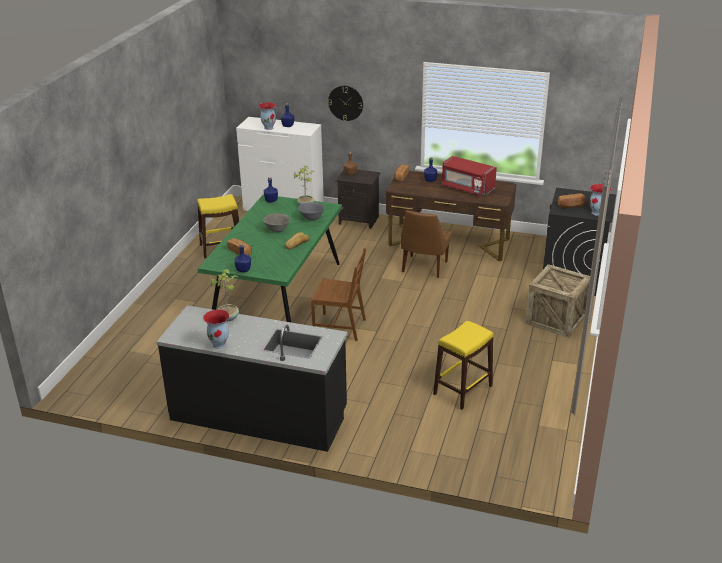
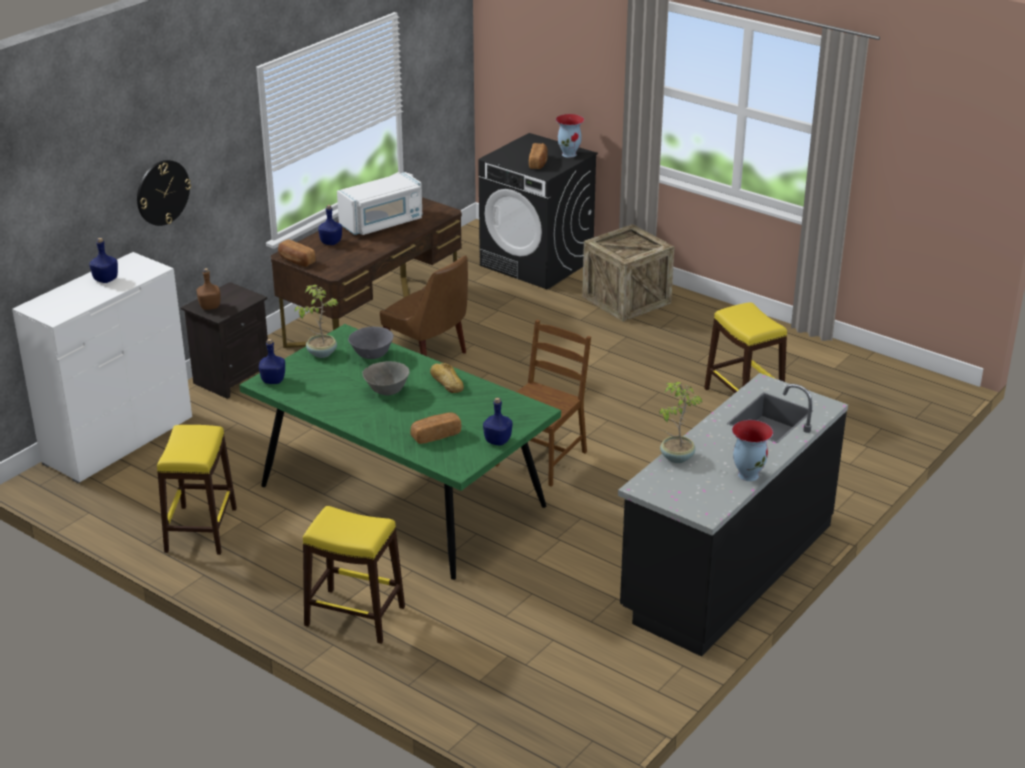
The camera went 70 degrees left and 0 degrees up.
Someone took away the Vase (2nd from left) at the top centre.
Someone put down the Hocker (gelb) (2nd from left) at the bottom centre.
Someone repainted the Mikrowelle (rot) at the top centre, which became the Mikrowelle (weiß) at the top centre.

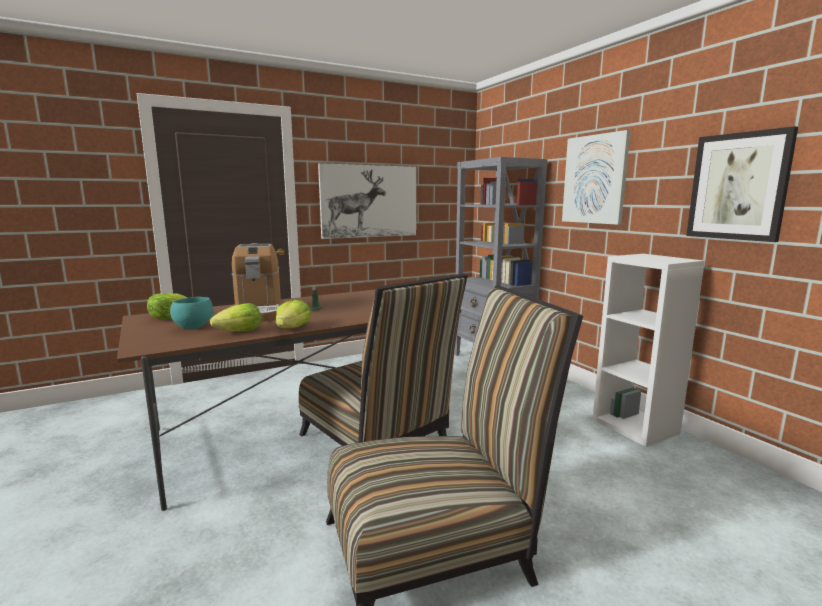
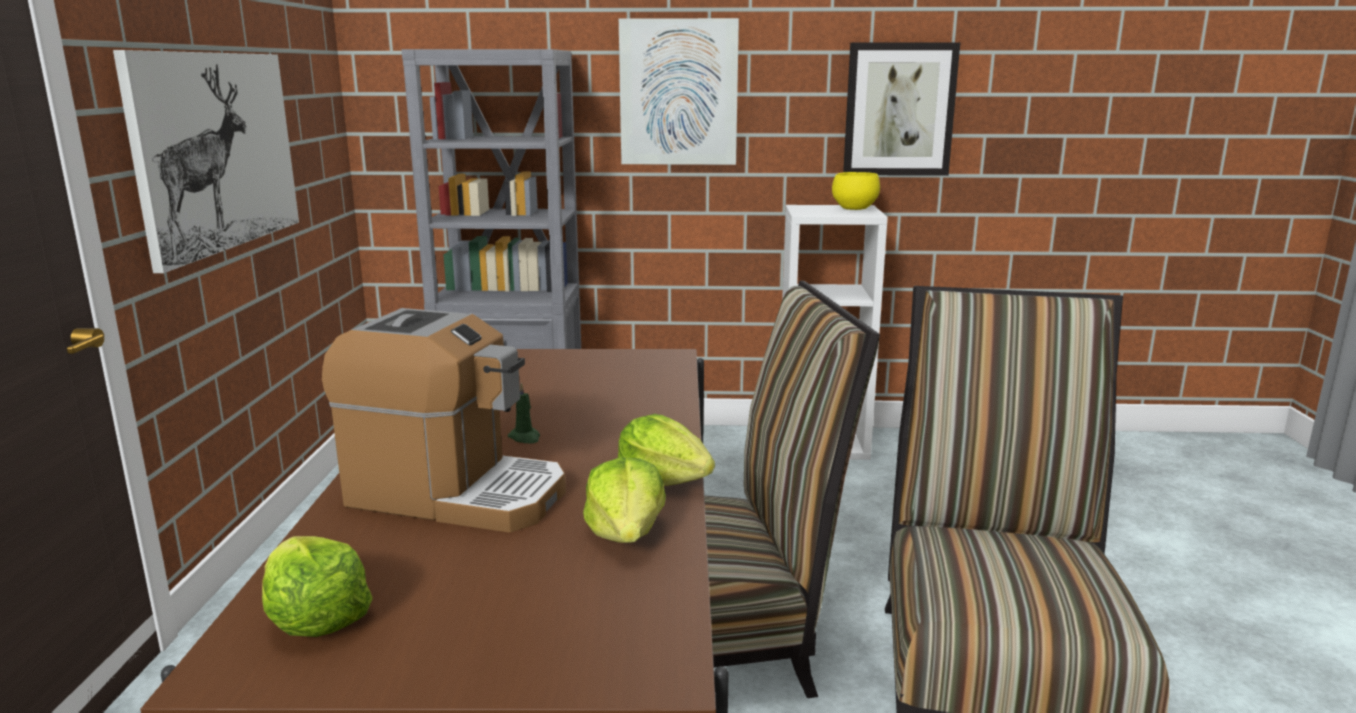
The camera went 60 degrees left and 5 degrees up.
Someone took away the Schüssel (türkis) at the middle left.
Someone put down the Schüssel (gelb) at the top centre.

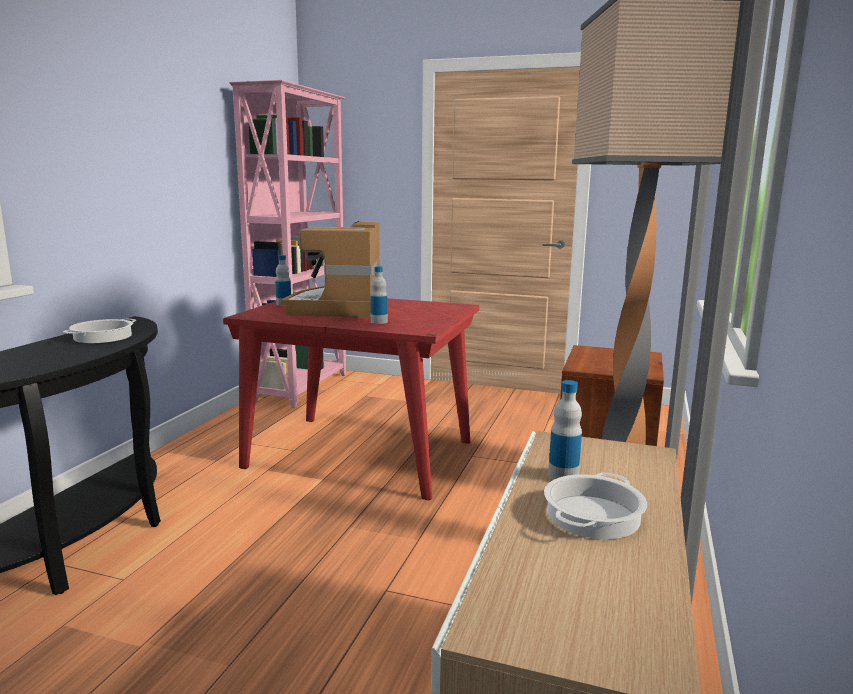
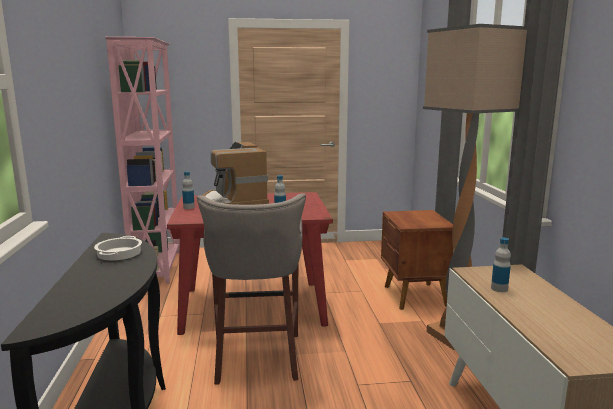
The camera went 25 degrees left and 0 degrees up.
Someone took away the Kochtopf (2nd from left) at the bottom right.
Someone put down the Hocker (grau) at the bottom centre.

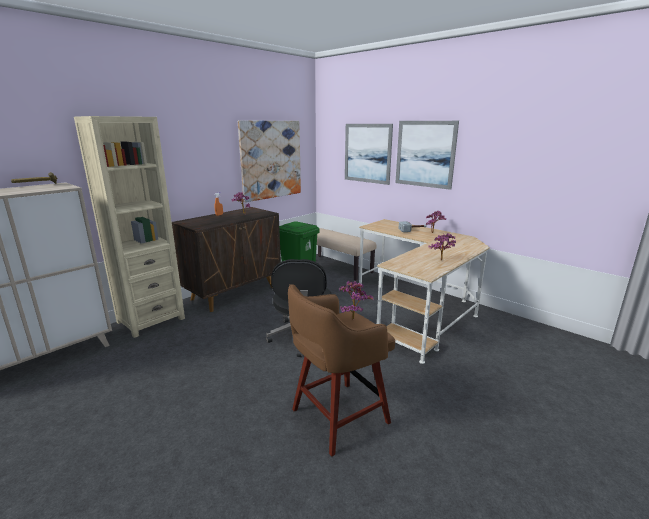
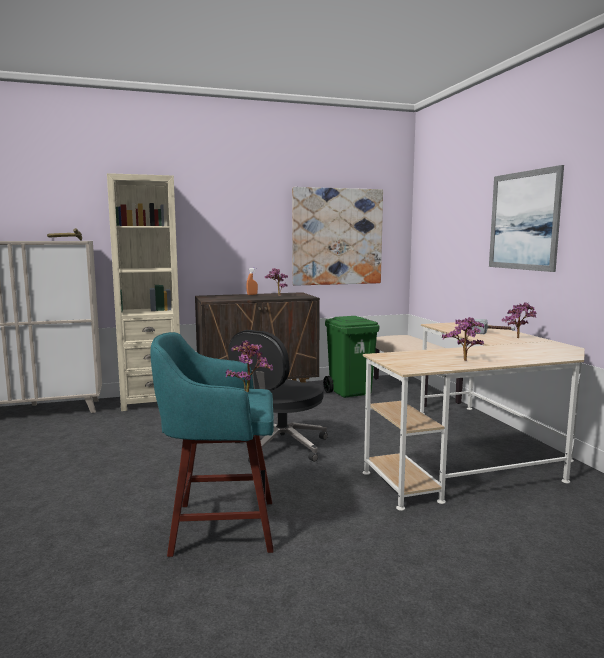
The camera went 30 degrees right and 10 degrees down.
Someone took away the Bild (2nd from left) at the top centre.
Someone repainted the Hocker (braun) at the bottom centre, which became the Hocker (türkis) at the bottom centre.

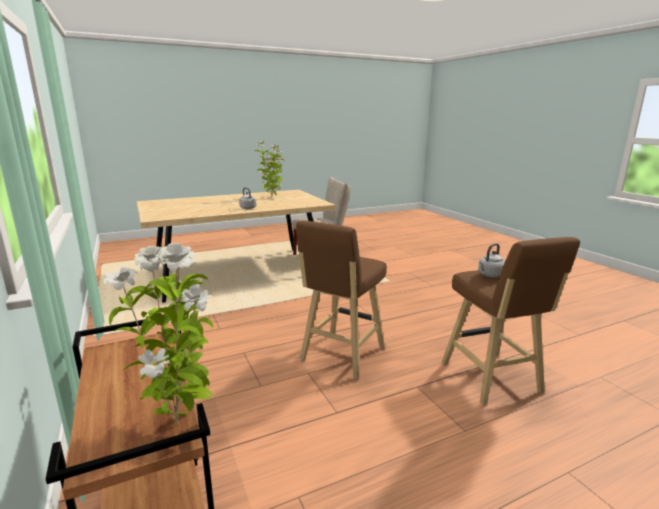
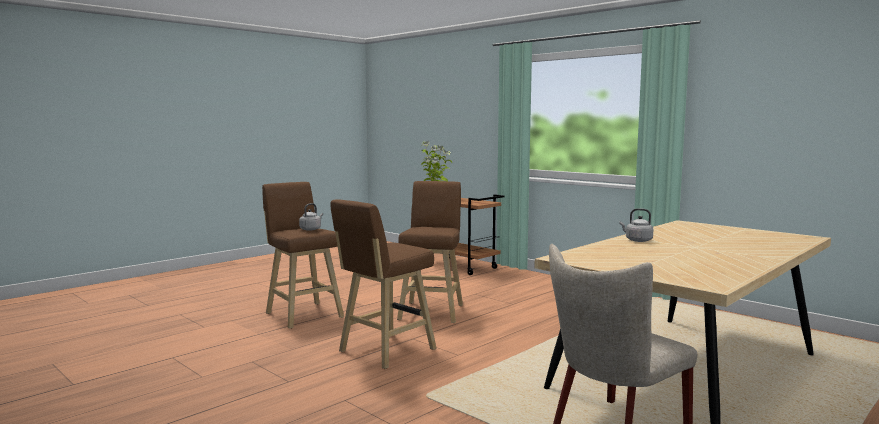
The camera went 160 degrees right and 10 degrees down.
Someone took away the Topfpflanze (2nd from left) at the top centre.
Someone put down the Hocker (braun) (2nd from left) at the bottom centre.

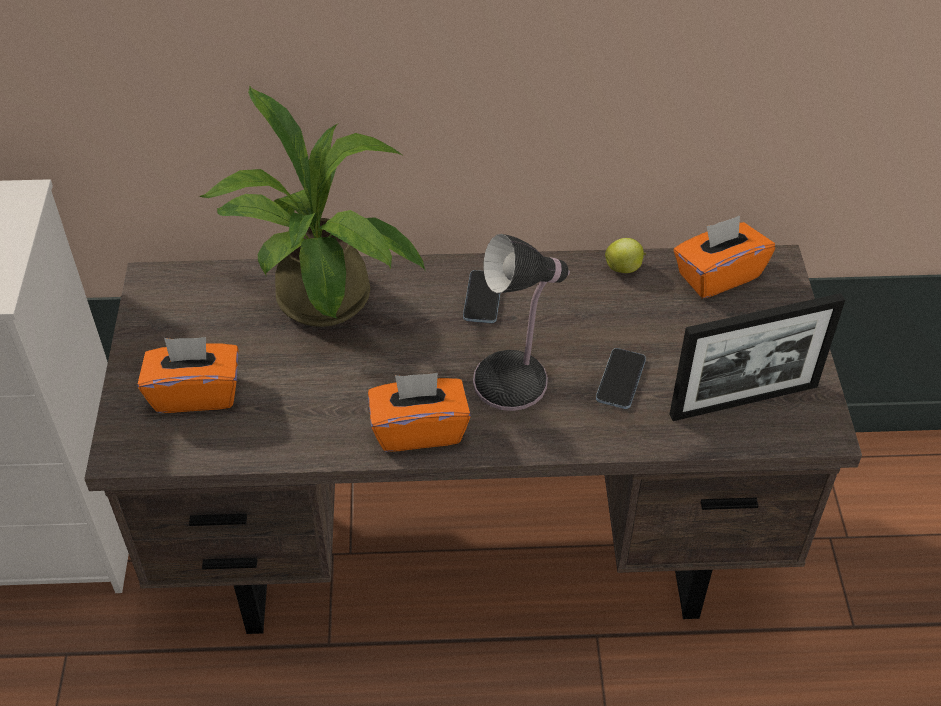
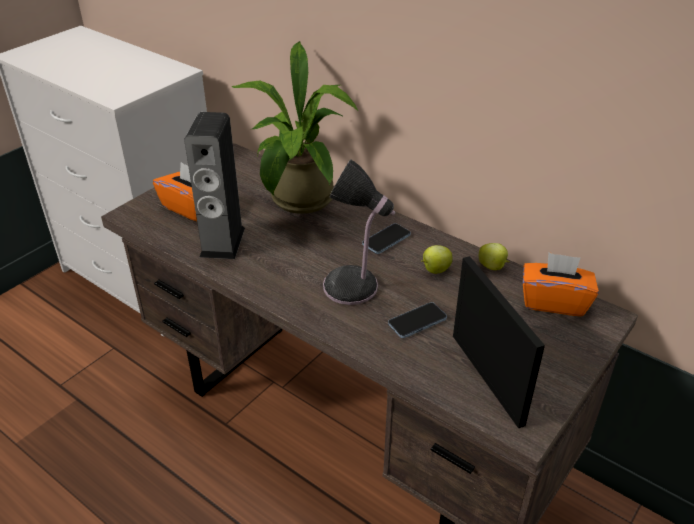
The camera went 40 degrees right and 10 degrees down.
Someone took away the Taschentuchbox (orange) (2nd from left) at the centre.
Someone put down the Lautsprecher at the middle left.
Someone put down the Apfel (1st from left) at the centre.
Someone rotated the Bilderrahmen at the middle right by 135 degrees counterclockwise.

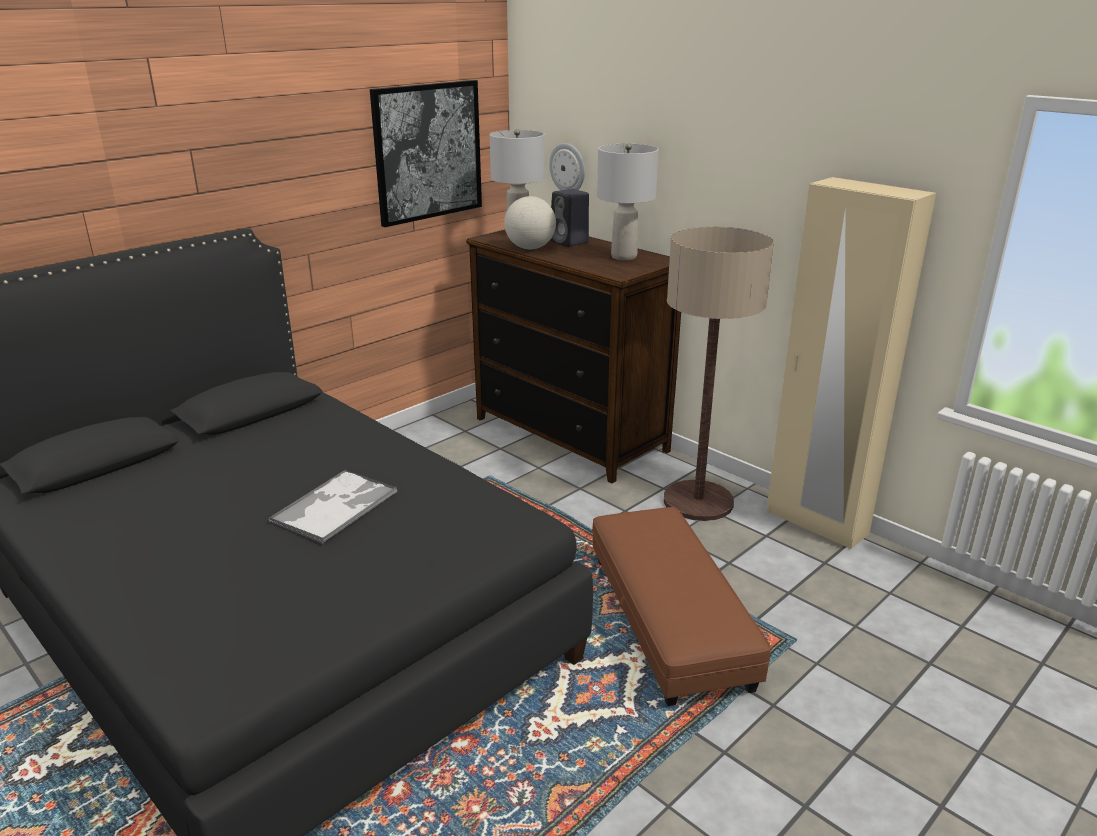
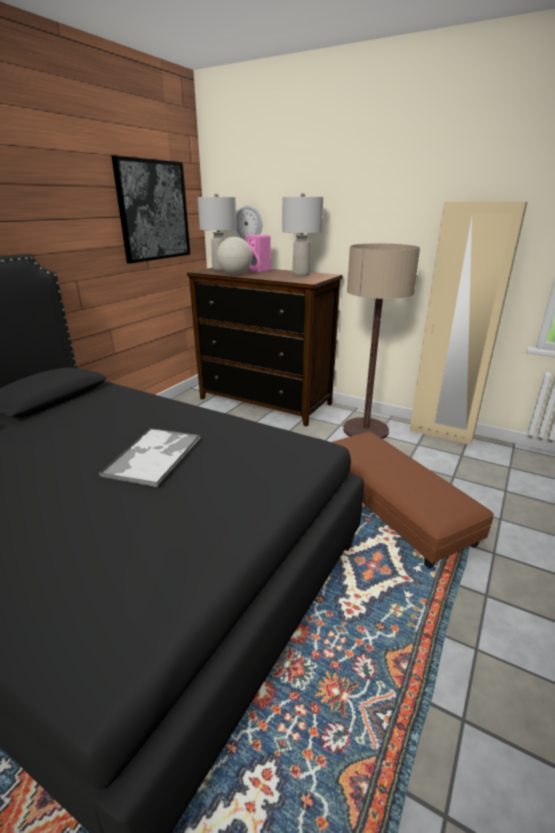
The camera went 15 degrees left and 0 degrees up.
Someone repainted the Lautsprecher (schwarz) at the top centre, which became the Lautsprecher (rosa) at the top centre.

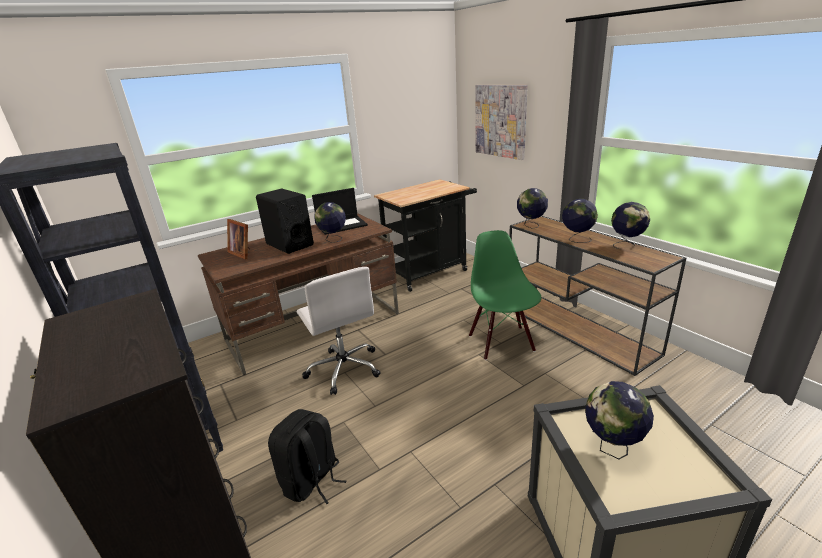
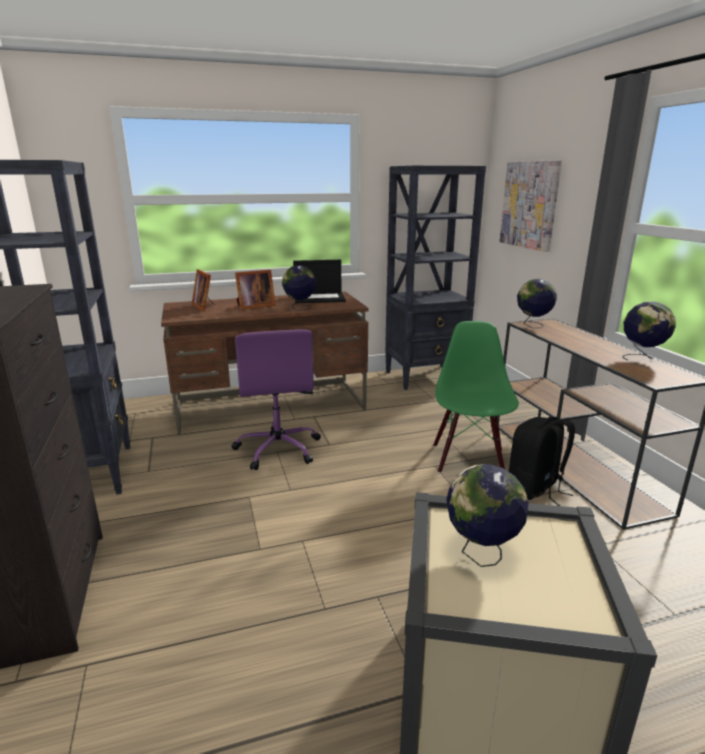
The camera went 15 degrees right and 5 degrees down.
Someone took away the Globus (3rd from left) at the middle right.
Someone carried the Rucksack (schwarz) from the bottom centre to the middle right.
Someone swapped the Lautsprecher (schwarz) at the centre for the Bilderrahmen (2nd from left) at the centre.
Someone swapped the Rollwagen (schwarz) at the centre for the Bücherregal (schwarz) (2nd from left) at the centre.
Someone repainted the Bürostuhl (weiß) at the centre, which became the Bürostuhl (lila) at the centre.

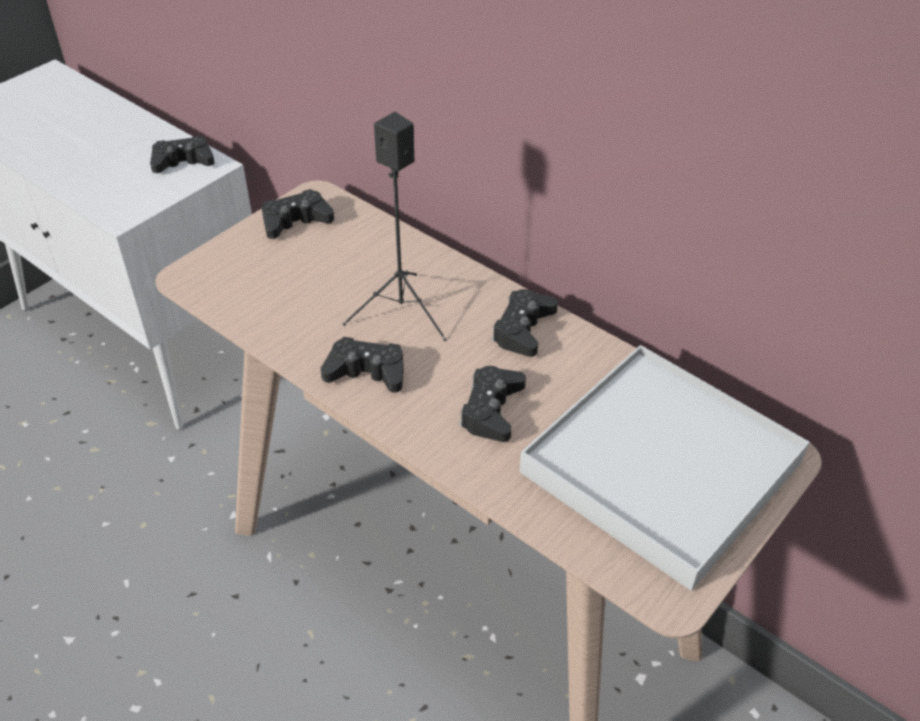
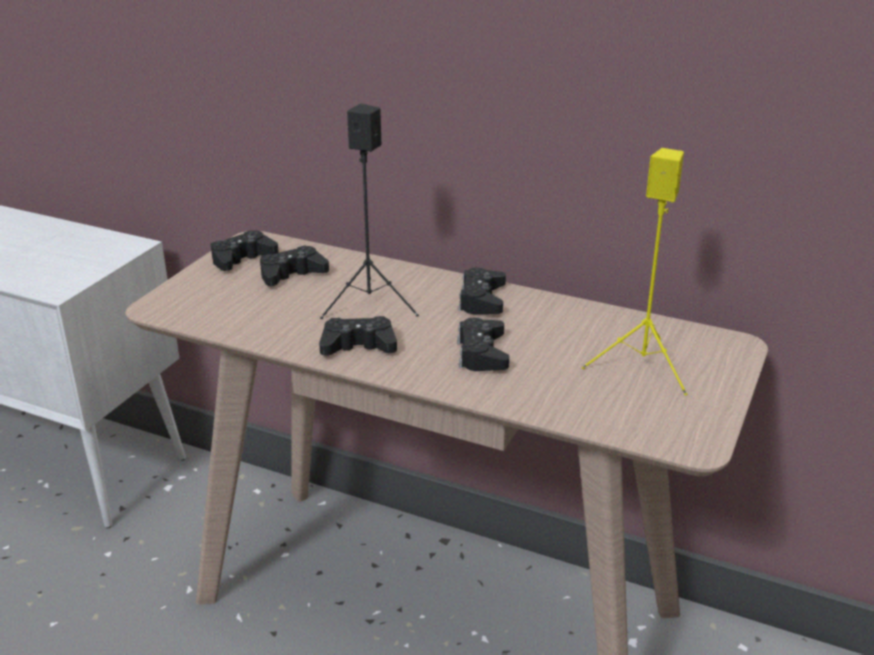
The camera went 15 degrees left and 15 degrees down.
Someone carried the Gamepad (schwarz) (1st from left in the first image) from the top left to the centre.
Someone swapped the Tablett (weiß) at the middle right for the Lautsprecher (gelb) at the middle right.

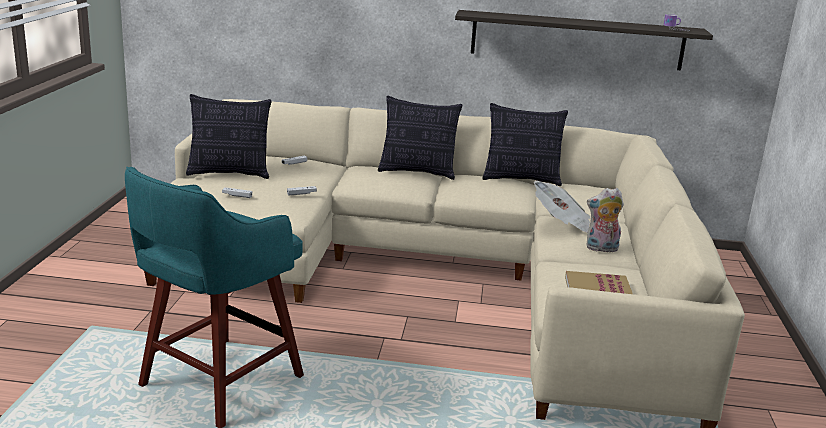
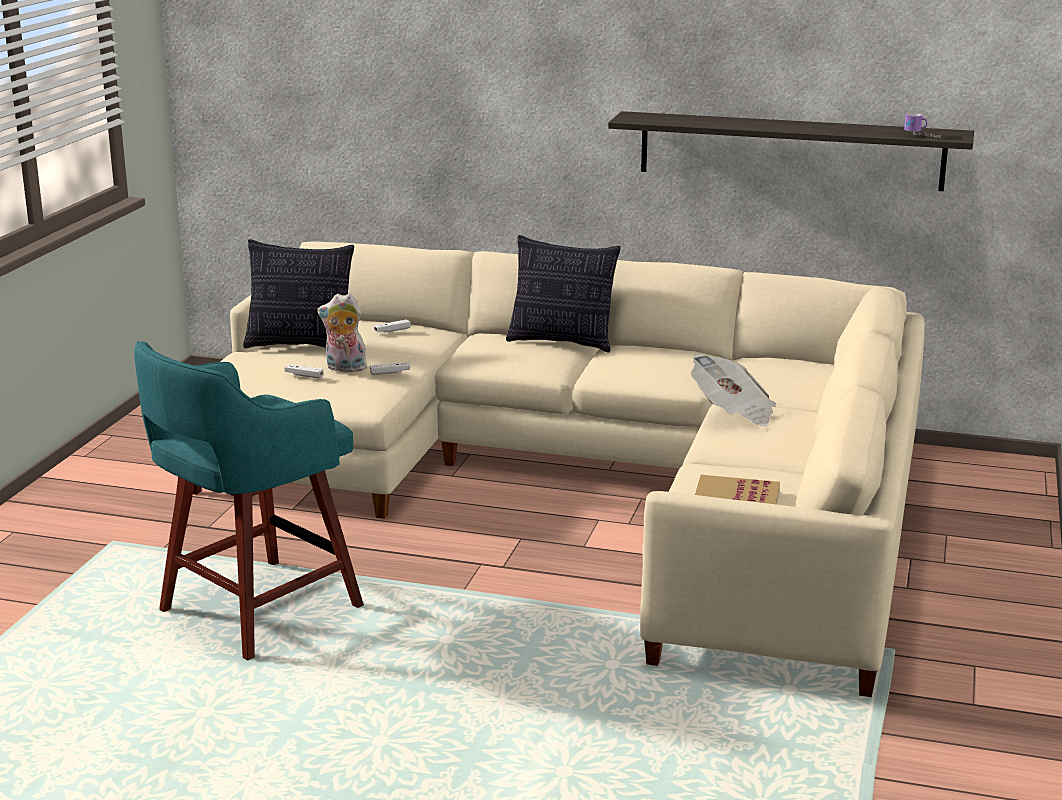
The camera went 10 degrees right and 0 degrees up.
Someone took away the Kissen (3rd from left) at the centre.
Someone carried the Plüschtier from the middle right to the middle left.

